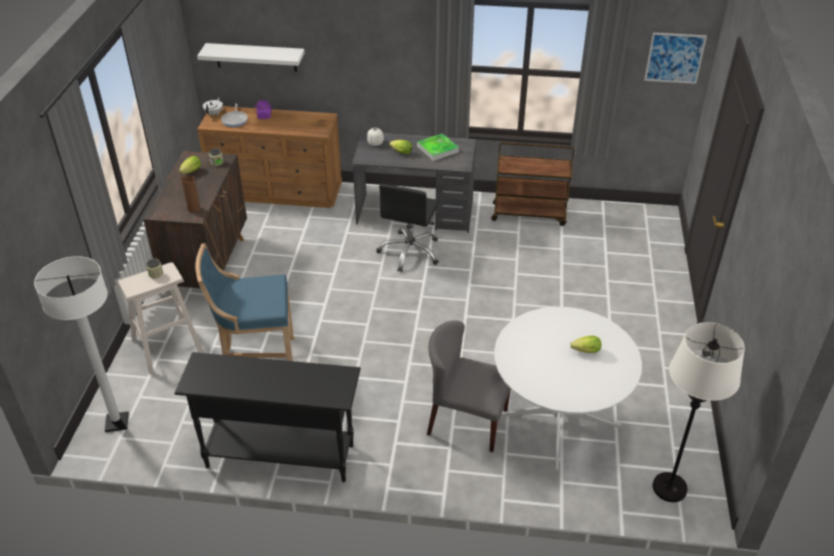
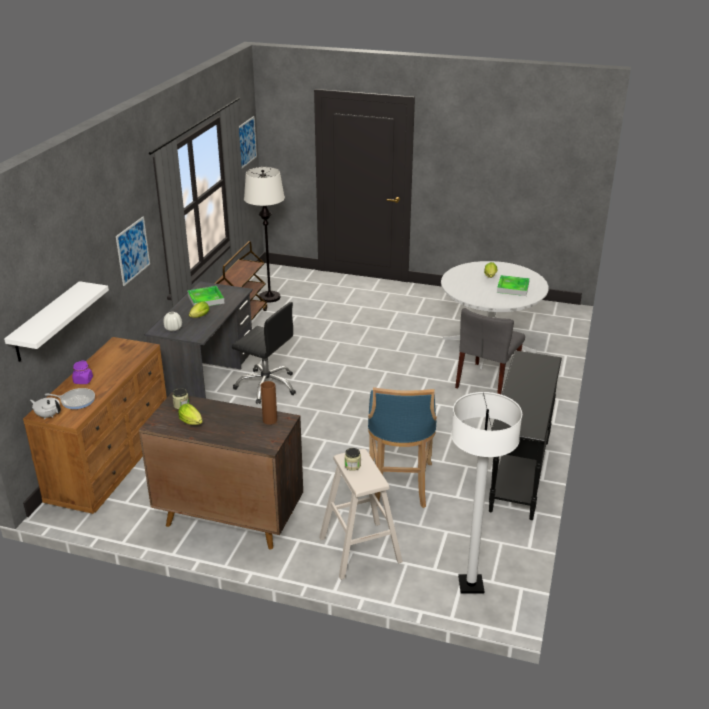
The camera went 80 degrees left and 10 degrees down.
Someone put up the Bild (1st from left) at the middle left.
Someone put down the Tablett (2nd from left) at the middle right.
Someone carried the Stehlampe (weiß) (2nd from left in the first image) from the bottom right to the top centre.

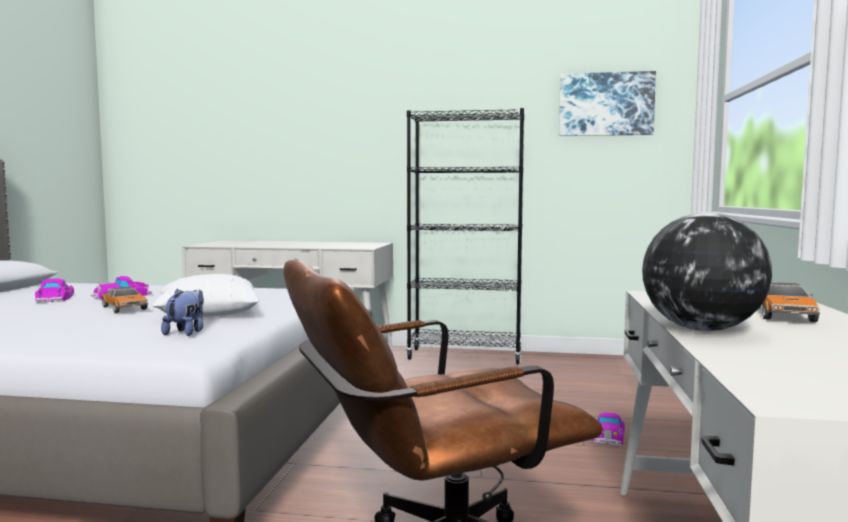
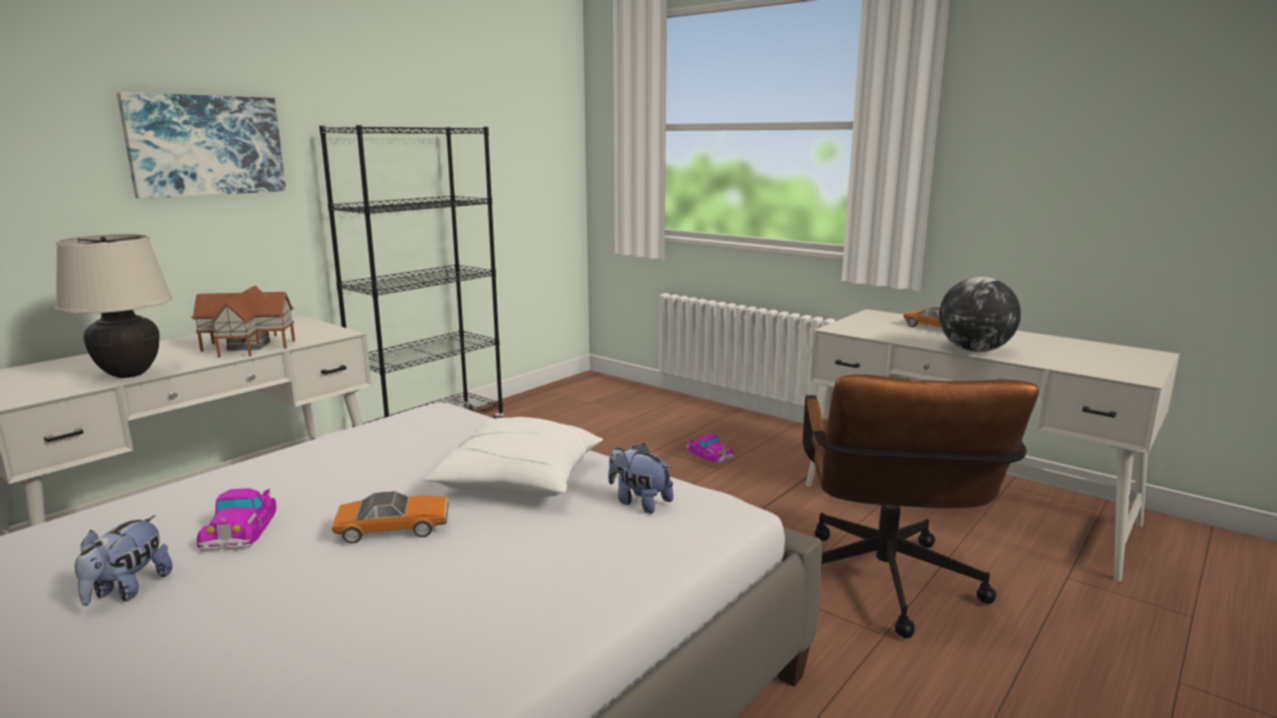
The camera went 60 degrees left and 10 degrees up.
Someone put down the Tischlampe (beige) at the middle left.
Someone put down the Spielzeughaus at the middle left.
Someone carried the Bild from the top right to the top left.
Someone swapped the Spielzeugauto (1st from left) at the middle left for the Plüschtier (1st from left) at the bottom left.

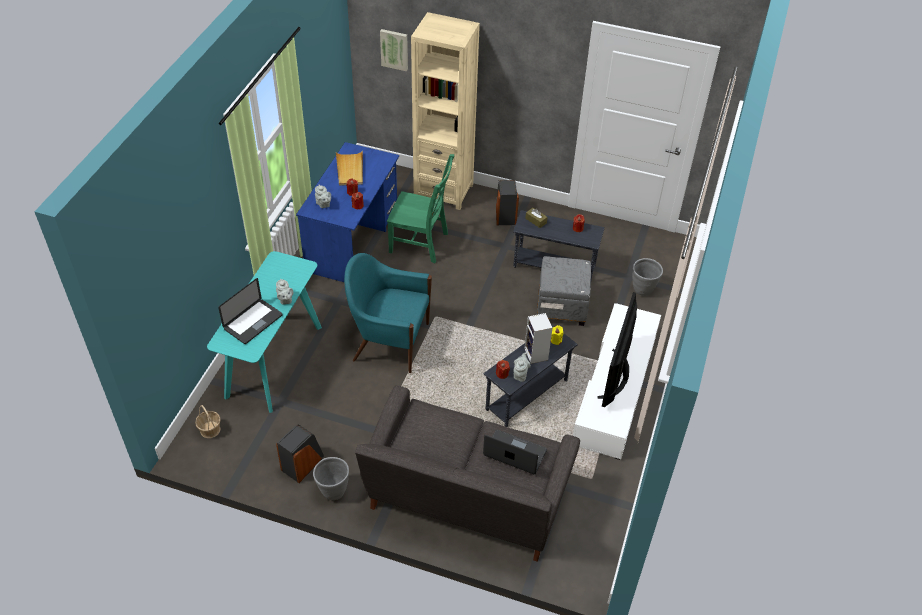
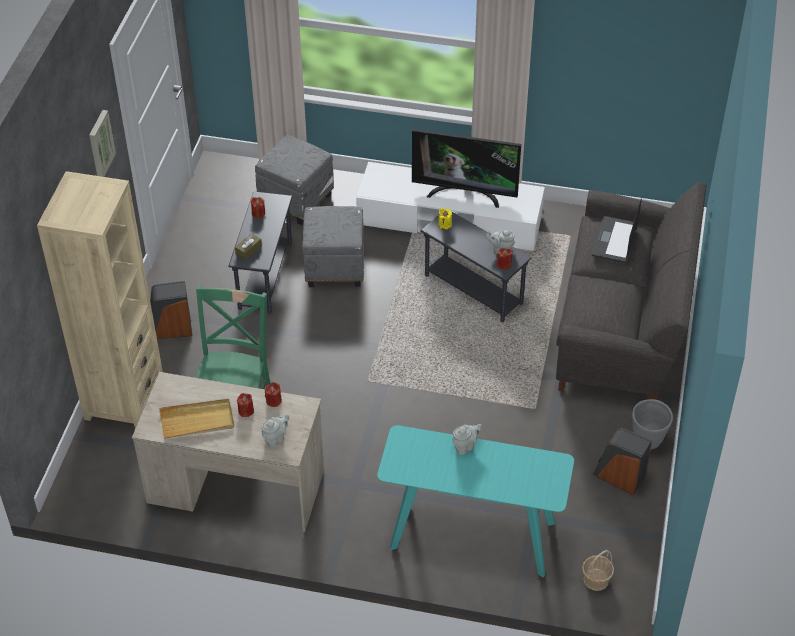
The camera went 95 degrees left and 0 degrees up.
Someone took away the Laptop (1st from left) at the middle left.
Someone took away the Sessel (türkis) at the centre.
Someone took away the Lautsprecher (3rd from left) at the centre.
Someone carried the Bild from the top centre to the top left.
Someone swapped the Pflanzkübel (grau) (2nd from left) at the middle right for the Polsterhocker (grau) (1st from left) at the top centre.
Someone repainted the Schreibtisch (blau) at the centre, which became the Schreibtisch (beige) at the bottom left.

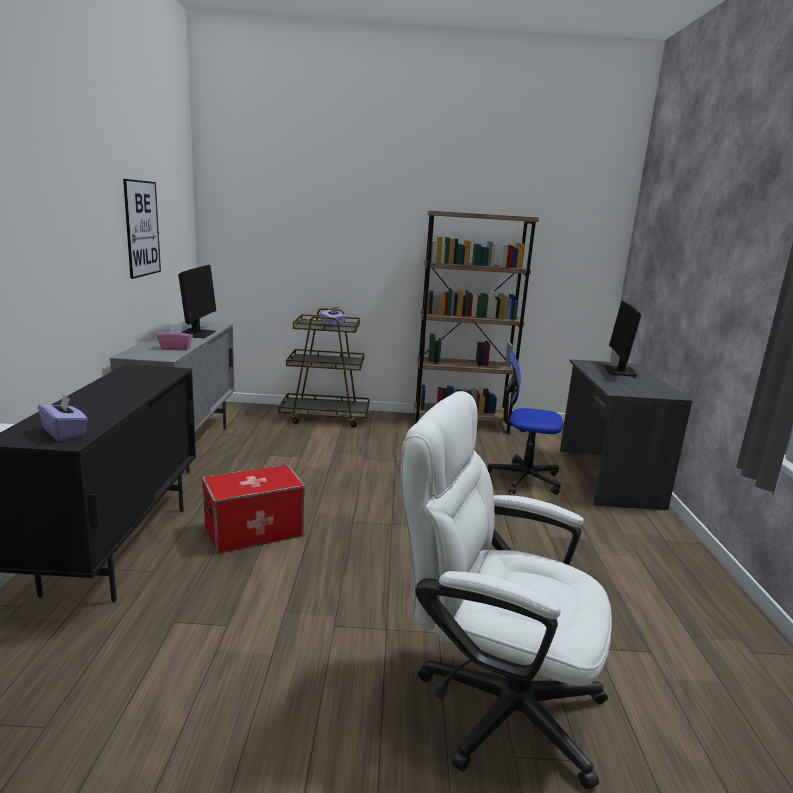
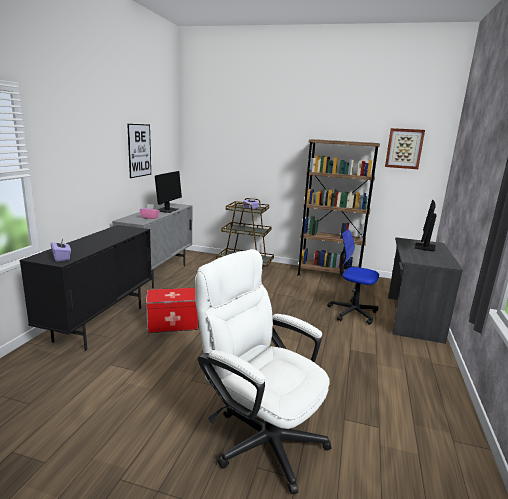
The camera went 15 degrees right and 0 degrees up.
Someone put up the Bild (2nd from left) at the top right.

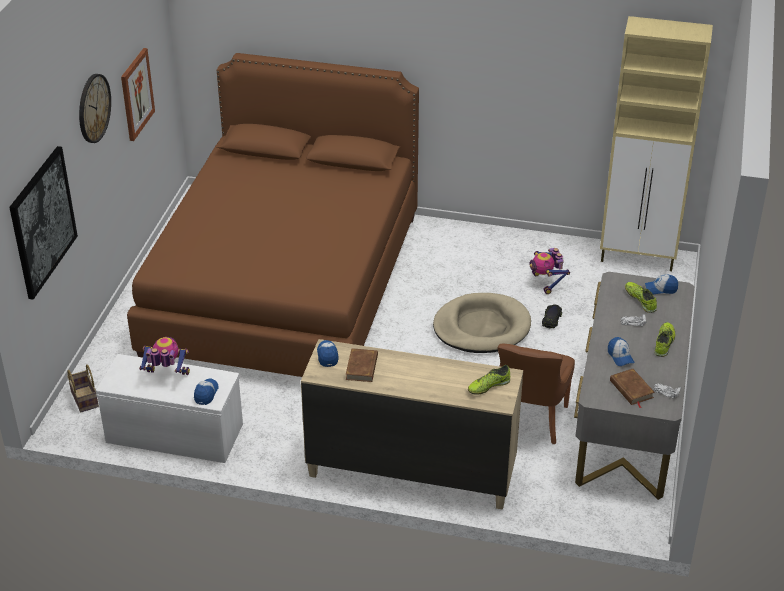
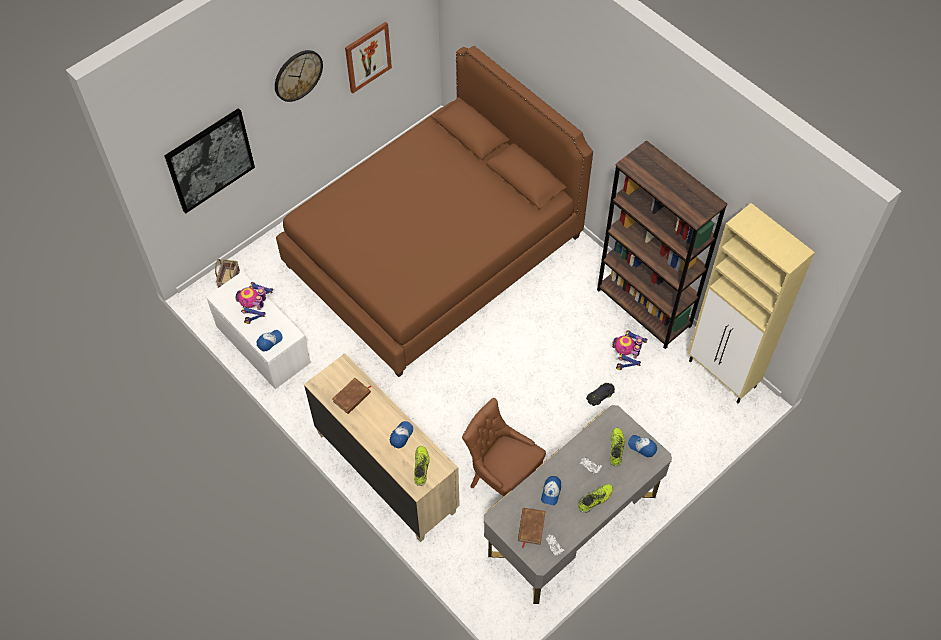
The camera went 35 degrees right and 20 degrees up.
Someone took away the Hundebett (beige) at the centre.
Someone put down the Bücherregal (braun) at the middle right.
Someone carried the Kappe (2nd from left) from the centre to the bottom centre.
Someone rotated the Spielzeugroboter (1st from left) at the middle left by 120 degrees counterclockwise.
Someone rotated the Schuh (1st from left) at the centre by 90 degrees clockwise.
Someone rotated the Stuhl (braun) at the bottom right by 75 degrees clockwise.

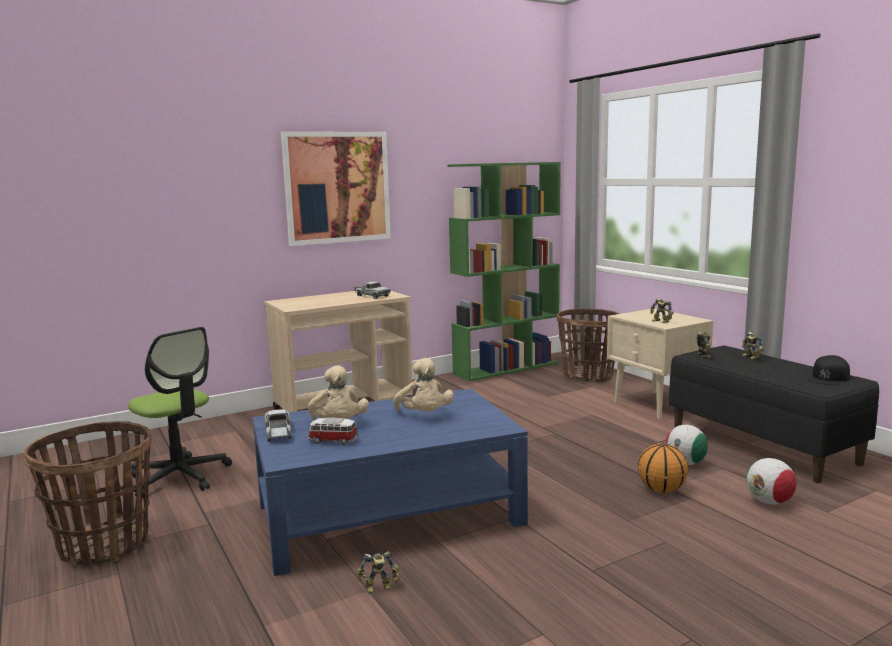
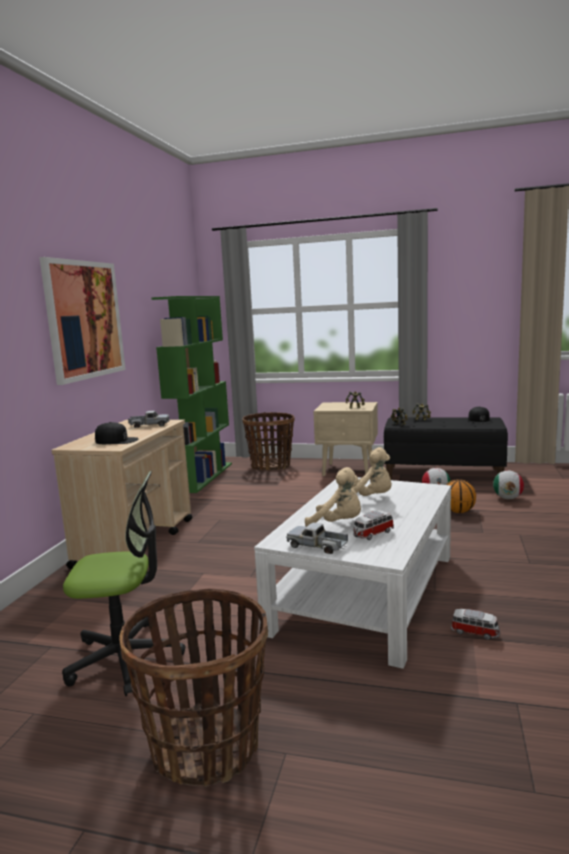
The camera went 45 degrees left and 0 degrees up.
Someone put down the Kappe (schwarz) (1st from left) at the middle left.
Someone swapped the Spielzeugroboter (1st from left) at the bottom centre for the Spielzeugauto (2nd from left) at the bottom right.
Someone repainted the Couchtisch (blau) at the bottom centre, which became the Couchtisch (weiß) at the bottom centre.

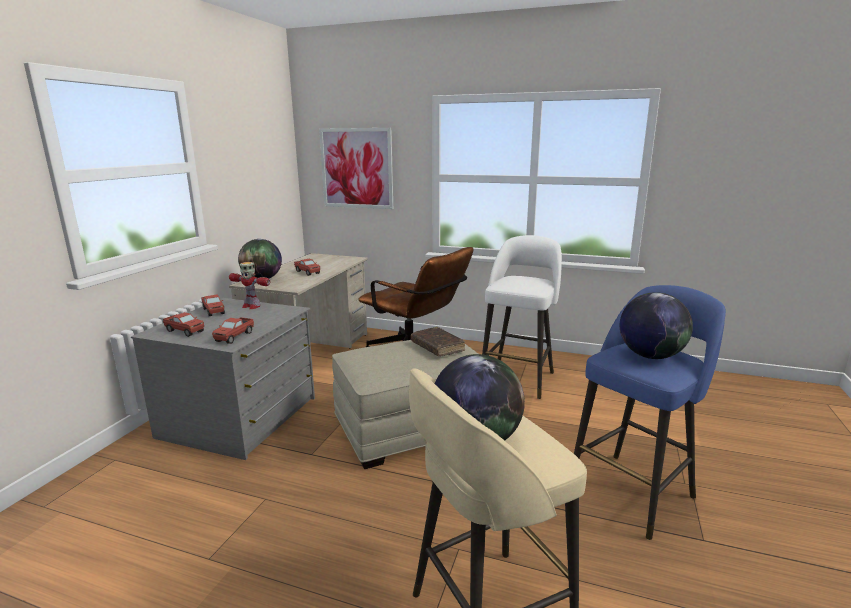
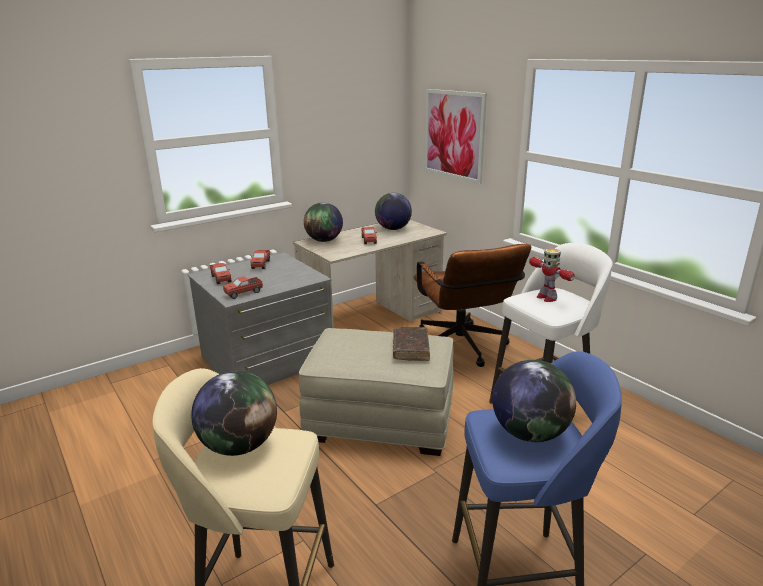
The camera went 35 degrees right and 5 degrees up.
Someone put down the Globus (3rd from left) at the centre.
Someone carried the Spielzeugroboter from the middle left to the middle right.

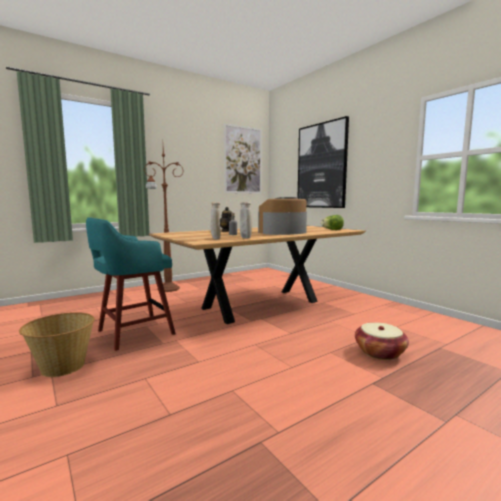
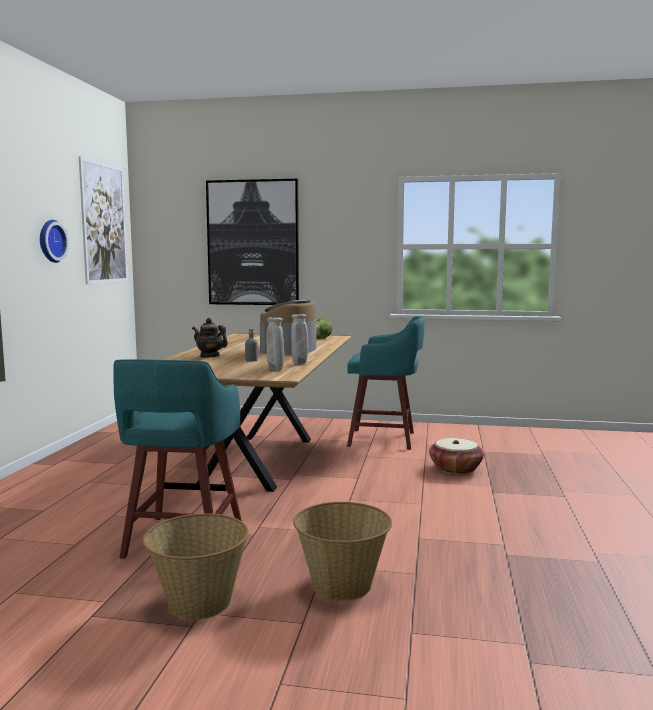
The camera went 45 degrees left and 0 degrees up.
Someone took away the Stehlampe (braun) at the middle left.
Someone put up the Wanduhr at the middle left.
Someone put down the Korb (2nd from left) at the bottom centre.
Someone put down the Hocker (türkis) (2nd from left) at the centre.

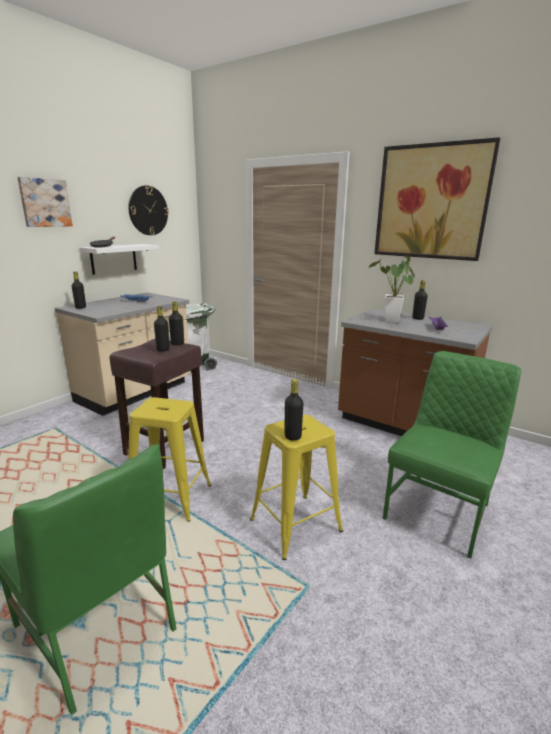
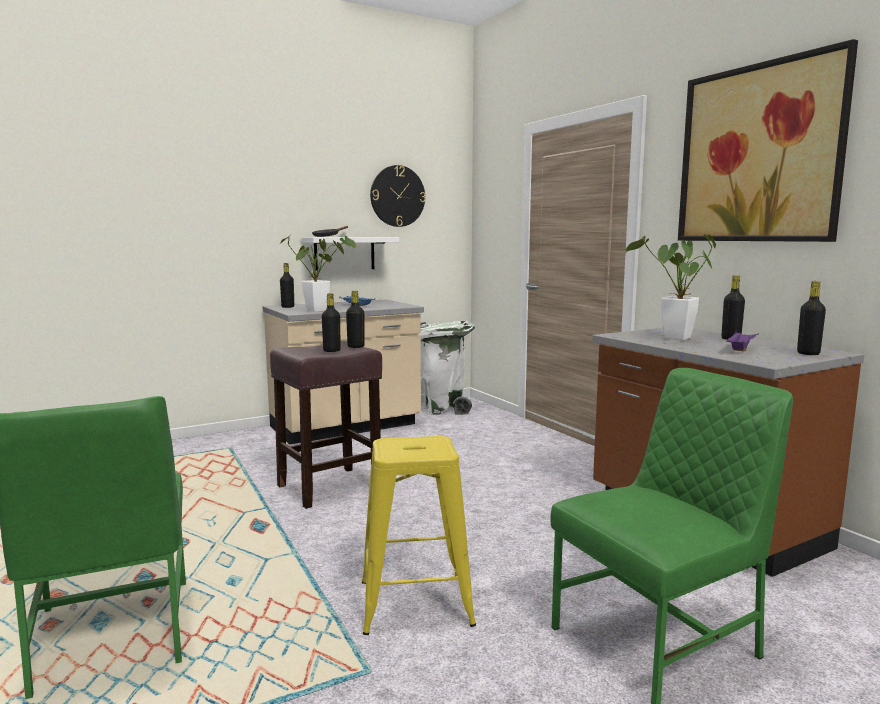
The camera went 25 degrees right and 10 degrees down.
Someone took away the Bild (1st from left) at the top left.
Someone took away the Hocker (gelb) (1st from left) at the middle left.
Someone put down the Topfpflanze (1st from left) at the centre.
Someone carried the Flasche (schwarz) (4th from left in the first image) from the centre to the middle right.

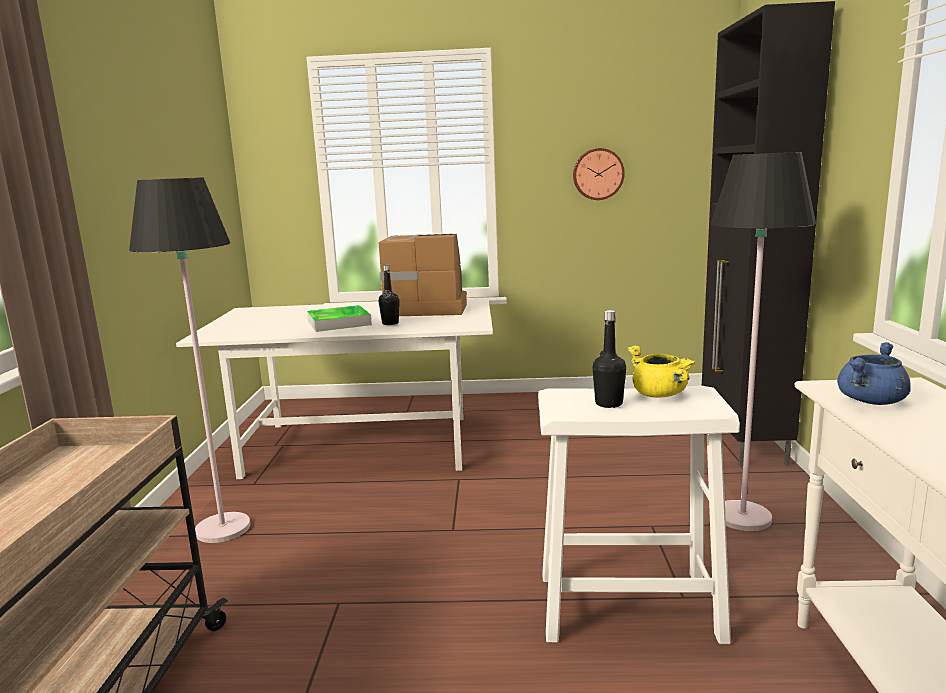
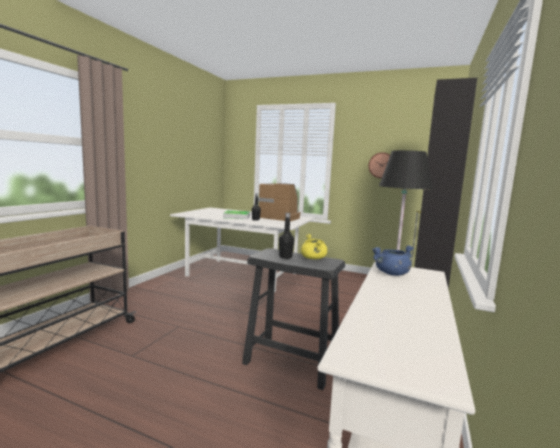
The camera went 20 degrees right and 5 degrees down.
Someone took away the Stehlampe (schwarz) (1st from left) at the middle left.
Someone repainted the Hocker (weiß) at the bottom right, which became the Hocker (schwarz) at the bottom centre.

